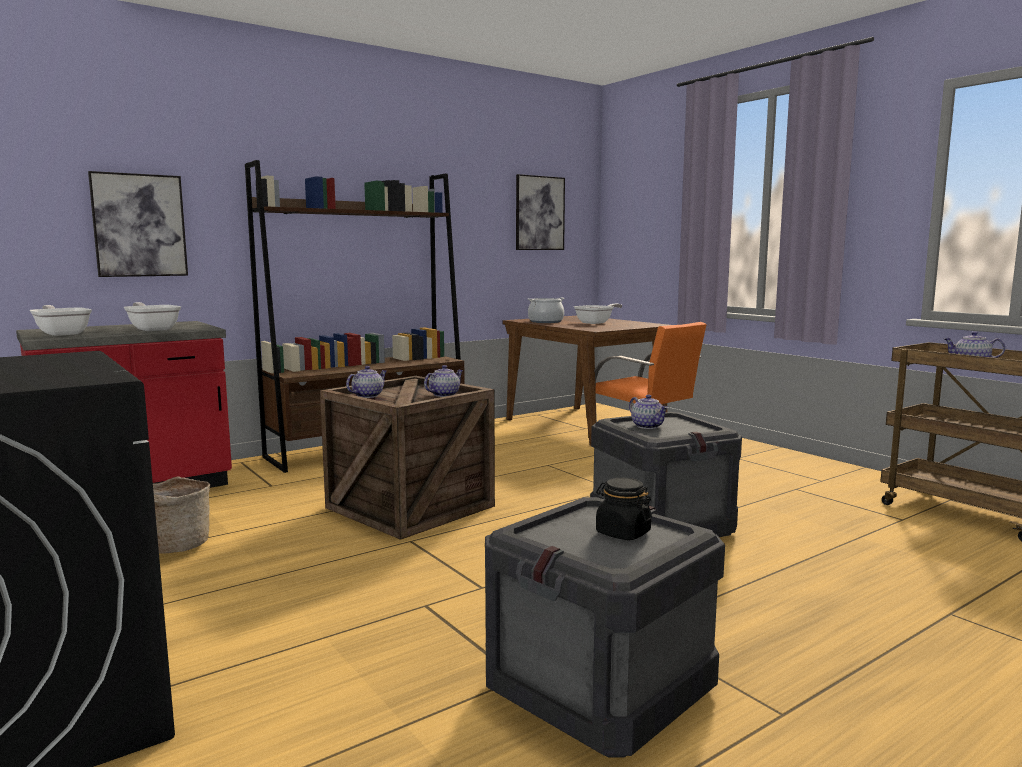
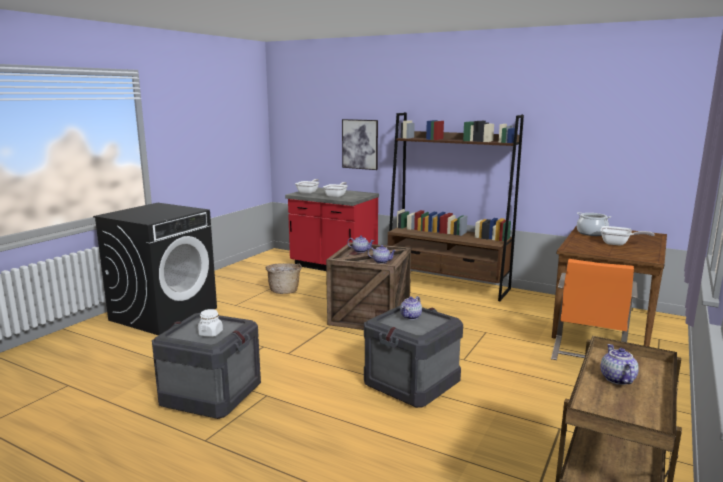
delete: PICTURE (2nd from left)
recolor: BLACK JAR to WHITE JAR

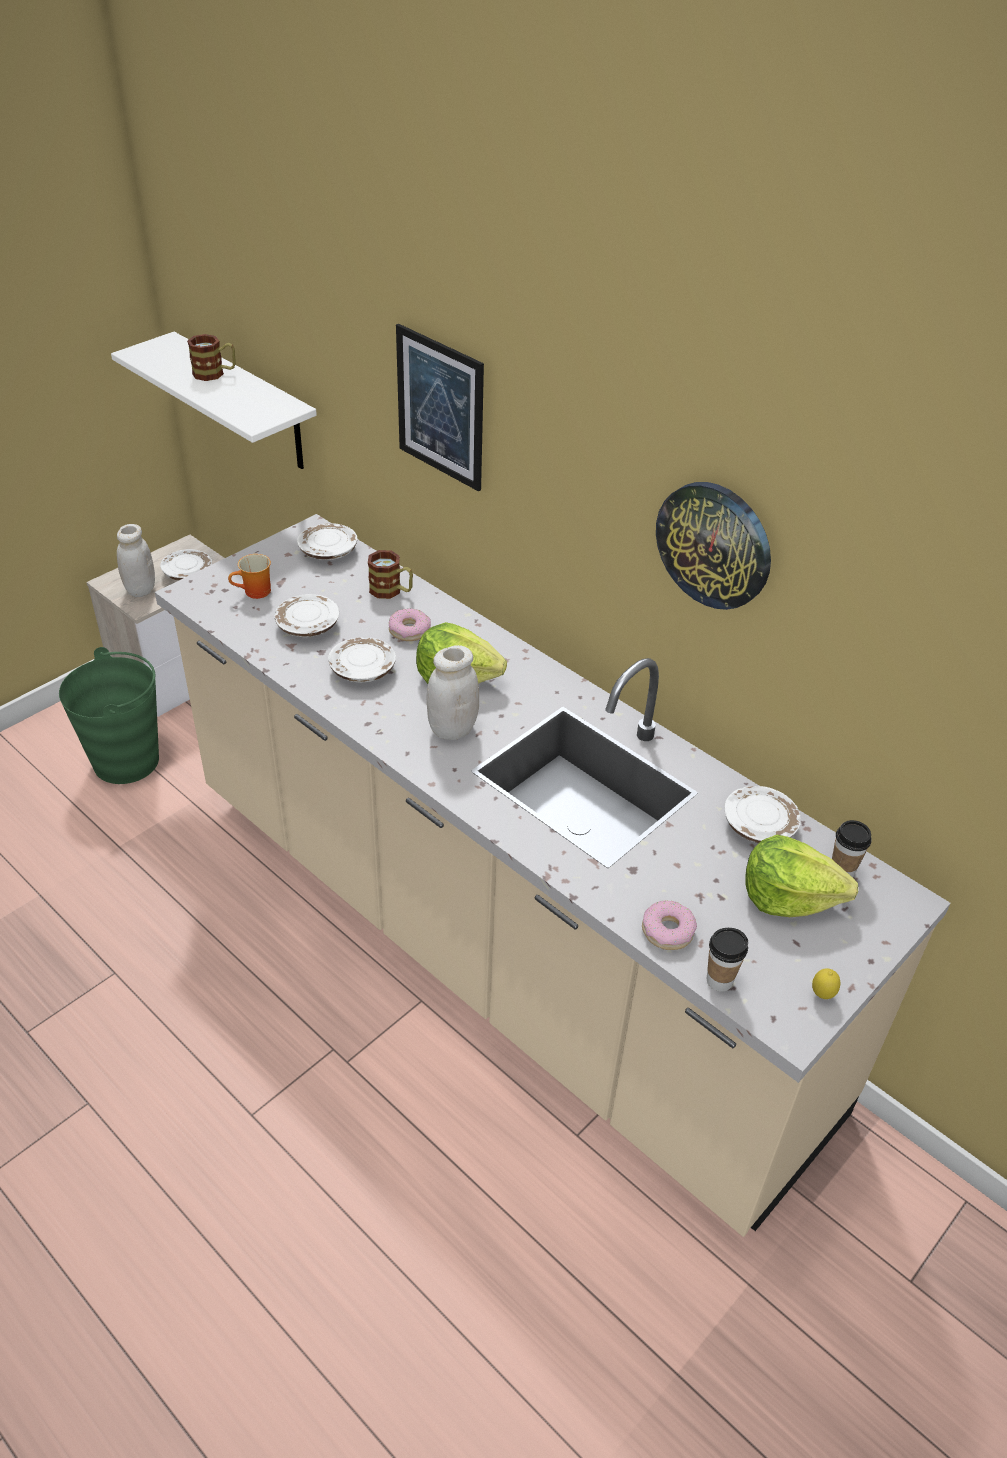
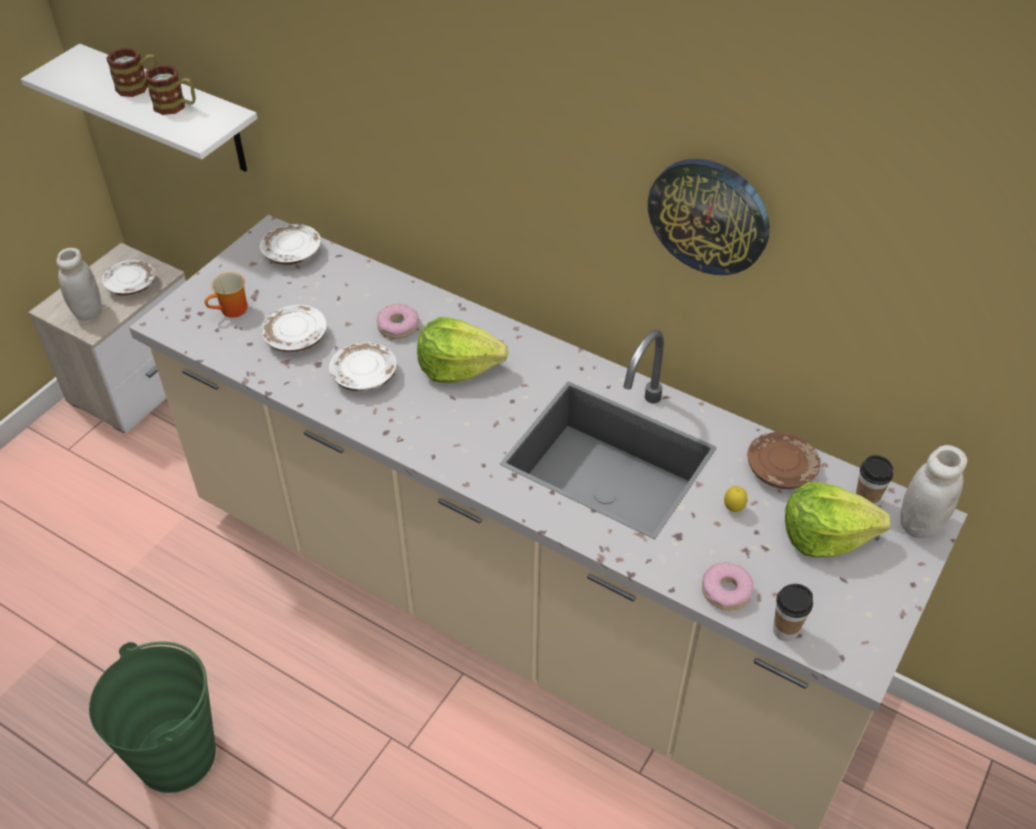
delete: PICTURE
move: GREEN BUCKET; MUG (3rd from left in the first image) to MUG (2nd from left); WHITE JAR (2nd from left); LEMON
recolor: WHITE PLATE (5th from left) to BROWN PLATE

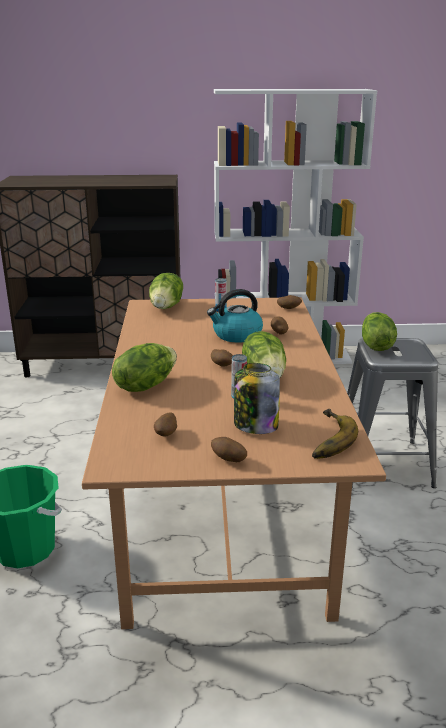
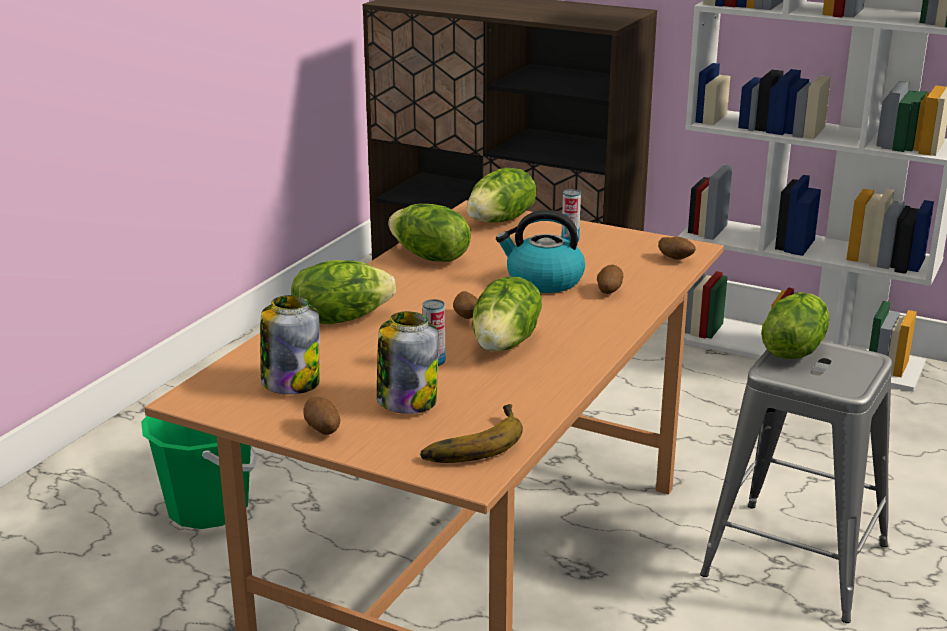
insert: LETTUCE (2nd from left)
replace: POTATO (1st from left) to JAR (1st from left)

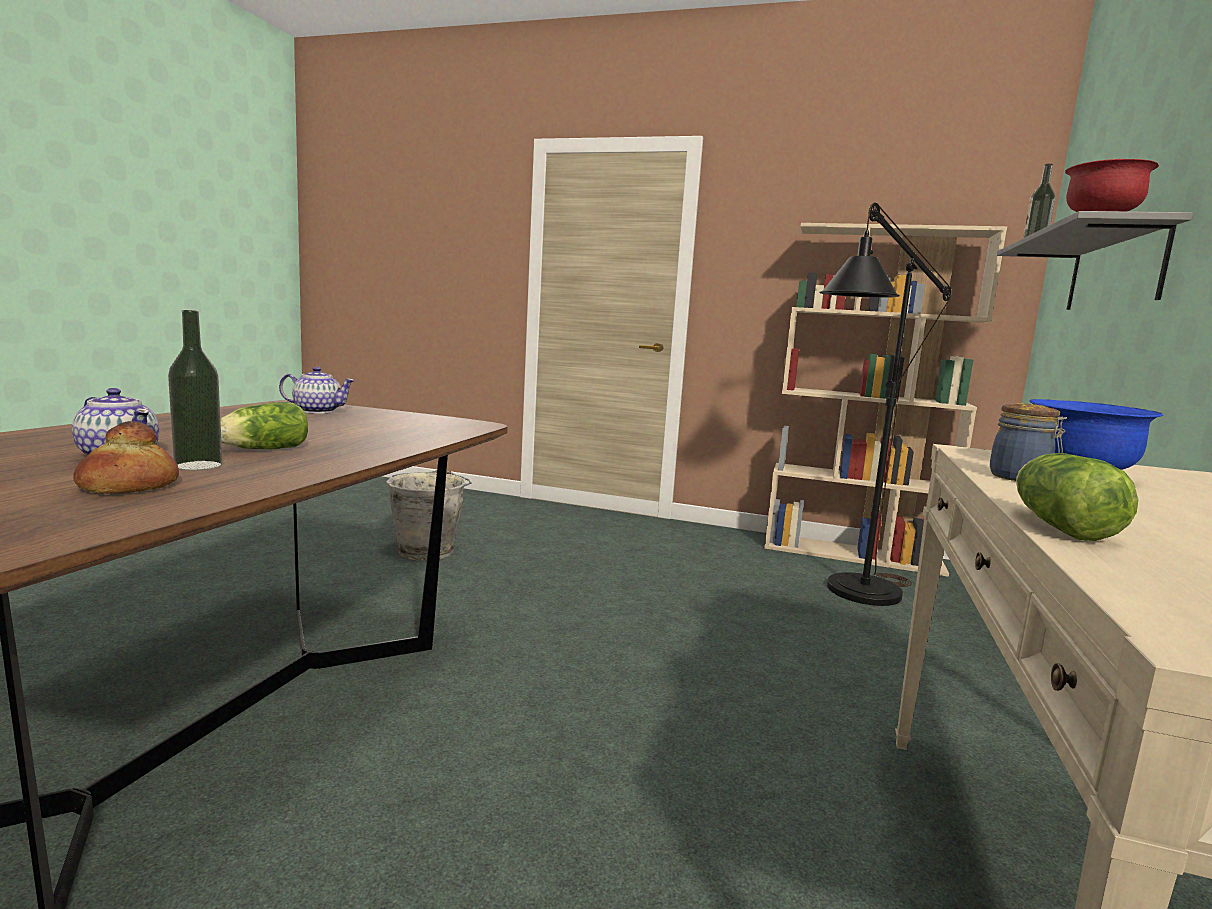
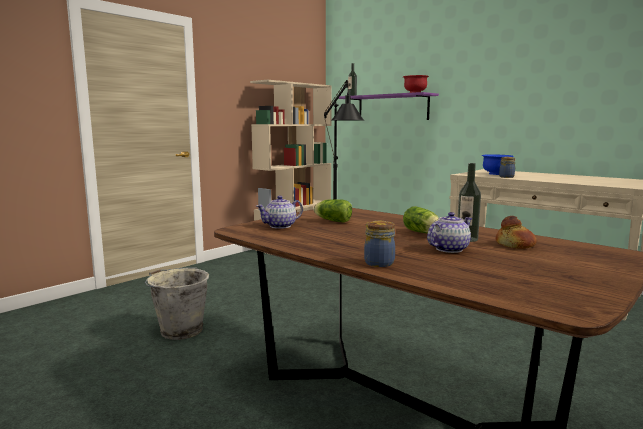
insert: JAR (1st from left)
move: LETTUCE (2nd from left in the first image) to LETTUCE (1st from left)
recolor: GREY SHELF to PURPLE SHELF
rotate: TEAPOT (2nd from left in the first image) 150 degrees counterclockwise

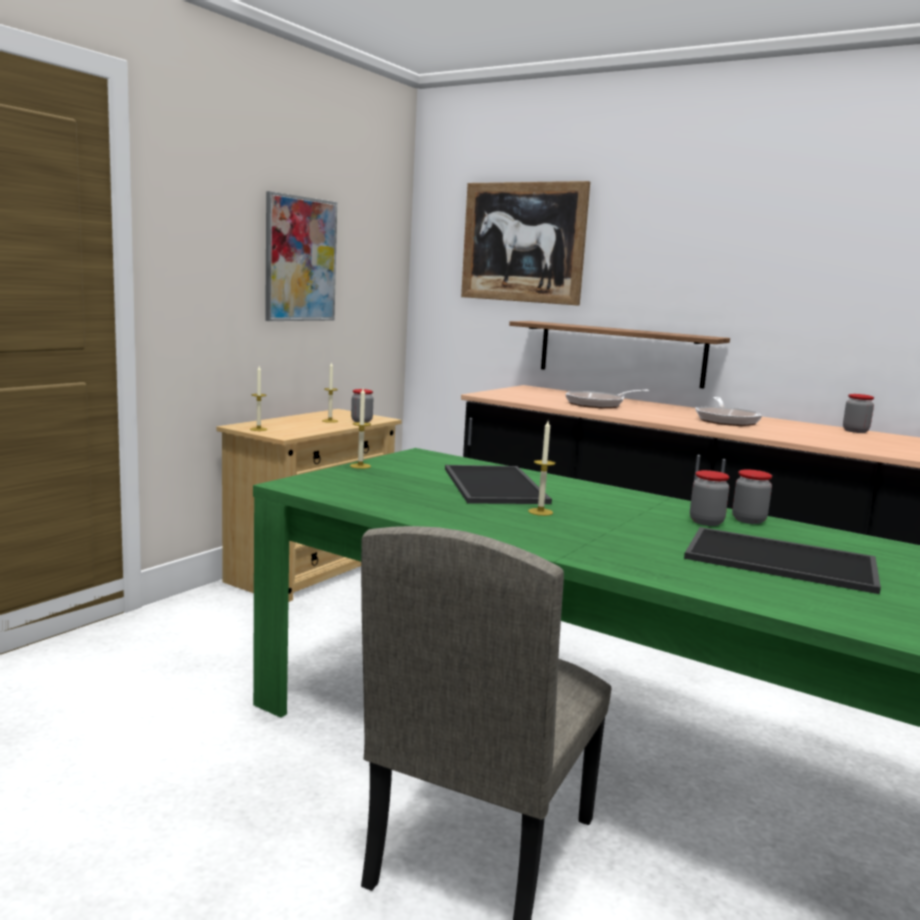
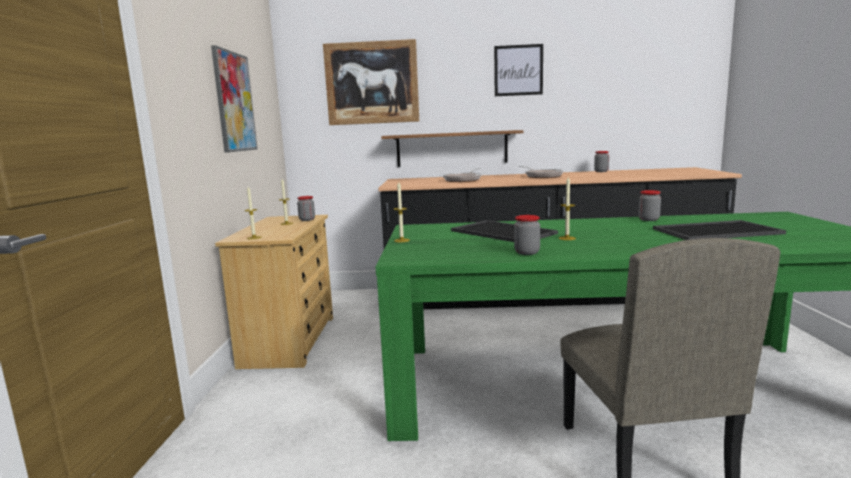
insert: PICTURE (3rd from left)
move: JAR (2nd from left)

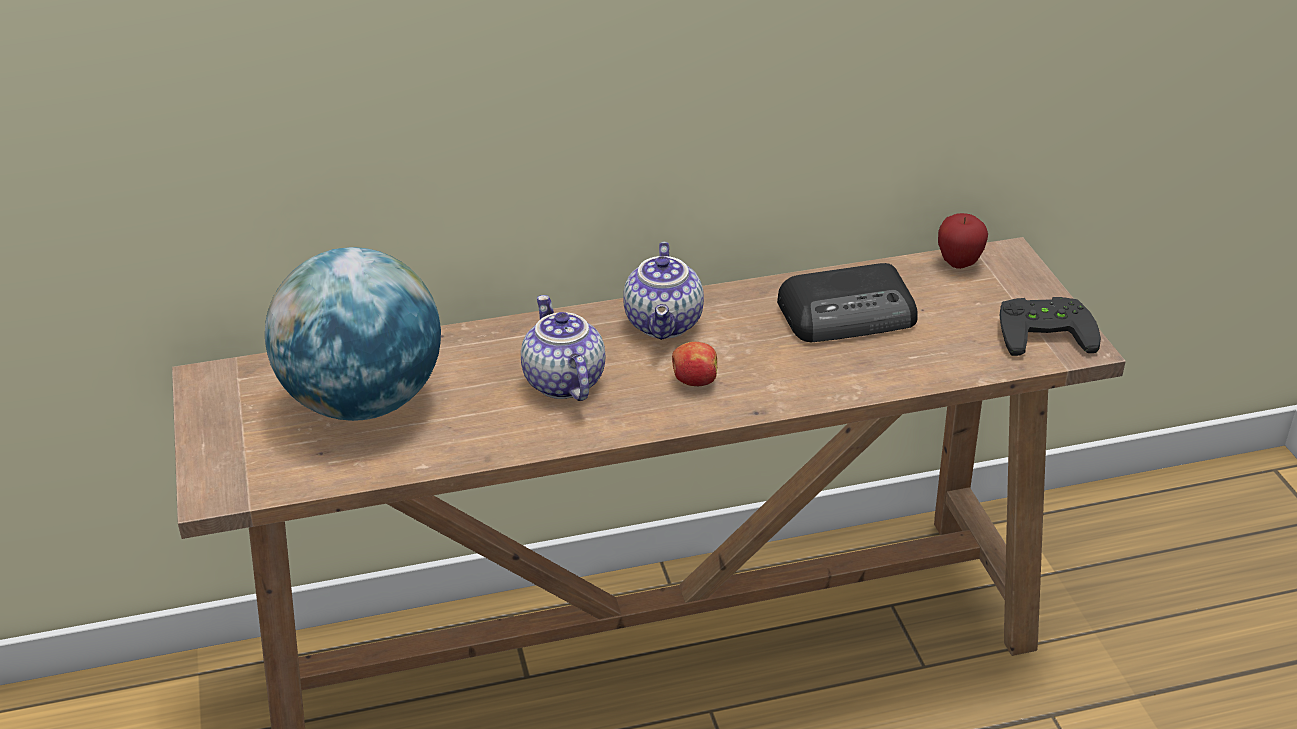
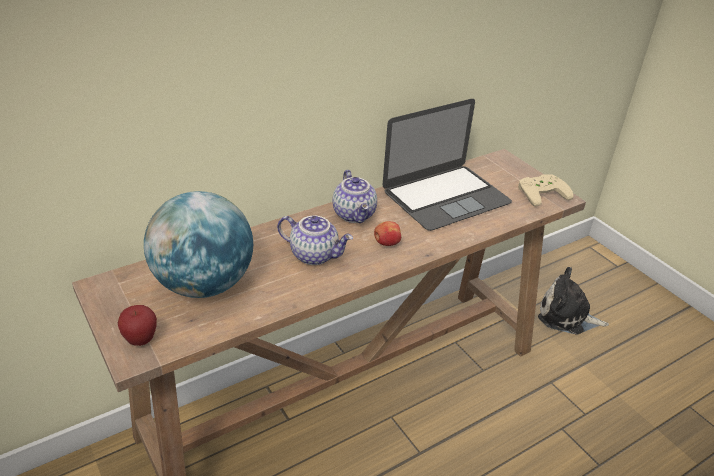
insert: PLUSH TOY
move: APPLE (2nd from left in the first image) to APPLE (1st from left)
replace: RADIO to LAPTOP
recolor: BLACK GAME CONTROLLER to BEIGE GAME CONTROLLER
rotate: TEAPOT (1st from left) 150 degrees clockwise

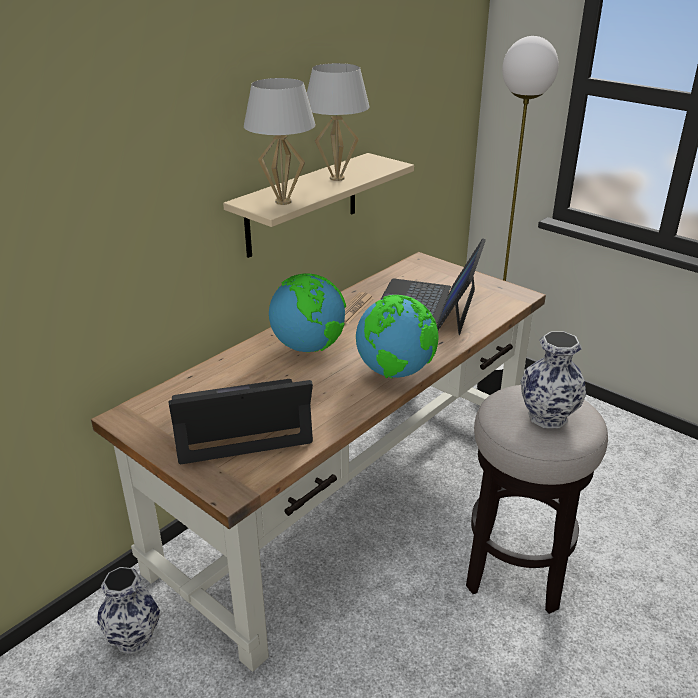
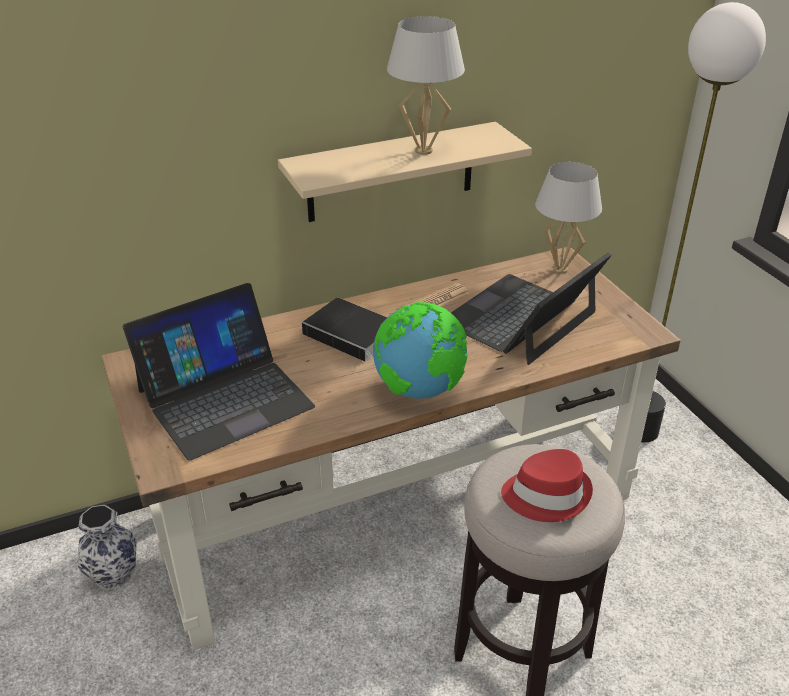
move: WHITE TABLE LAMP (1st from left in the first image) to WHITE TABLE LAMP (2nd from left)
replace: GLOBE (1st from left) to BOOK; VASE (2nd from left) to RED HAT
rotate: LAPTOP (1st from left) 135 degrees clockwise

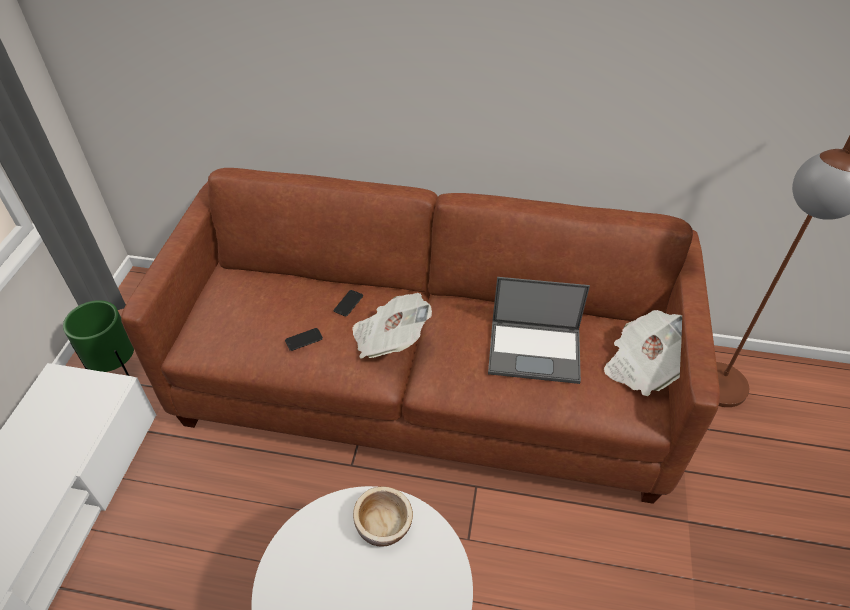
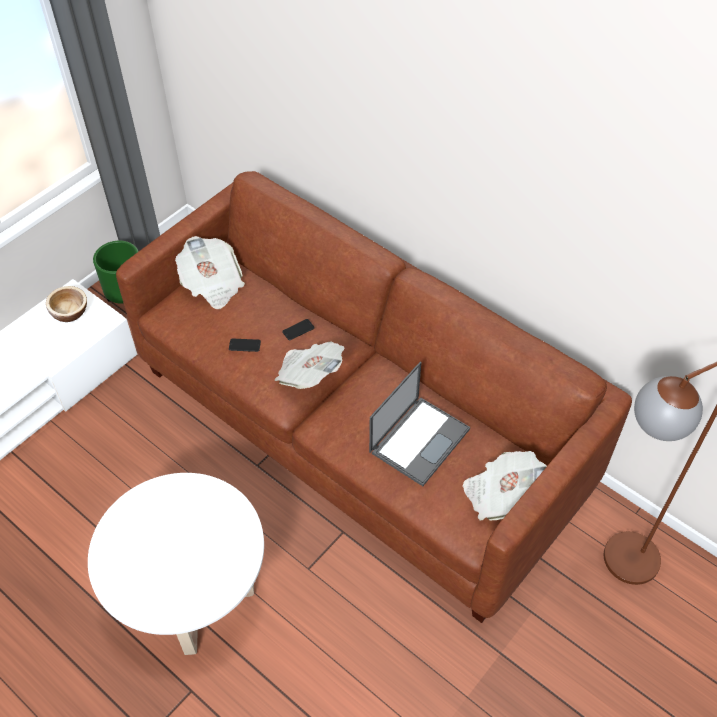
insert: NEWSPAPER (1st from left)
move: BOWL
rotate: LAPTOP 90 degrees counterclockwise

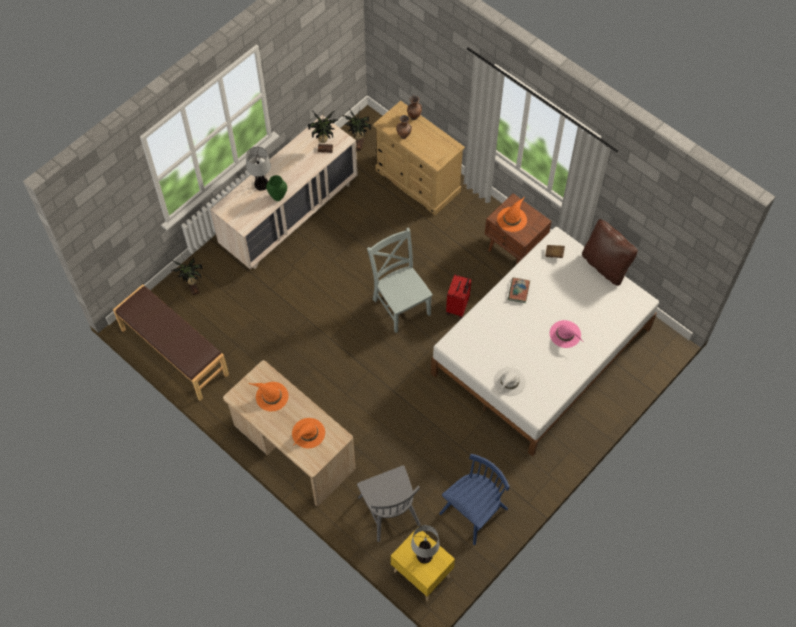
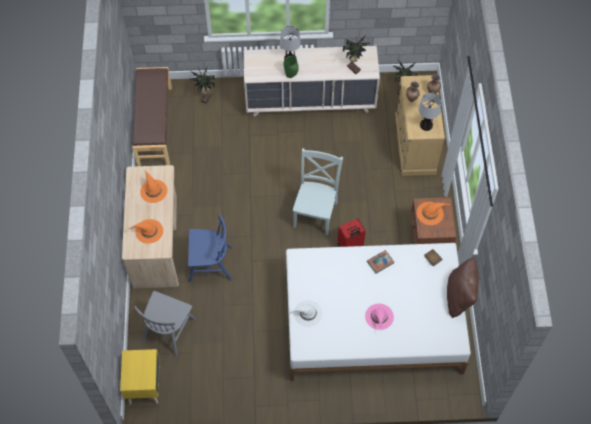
move: TABLE LAMP (2nd from left); BLUE CHAIR

